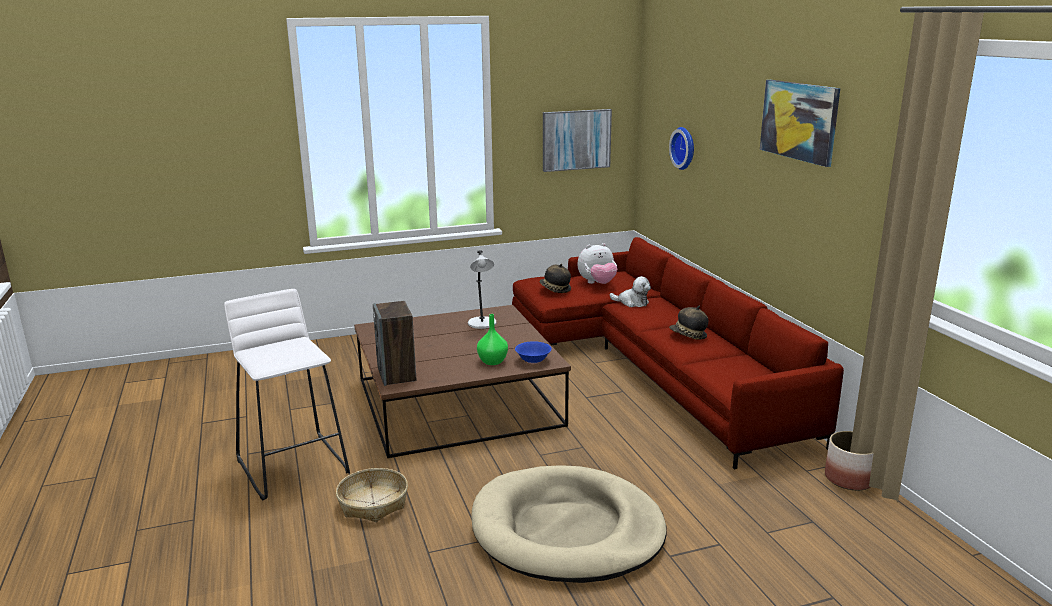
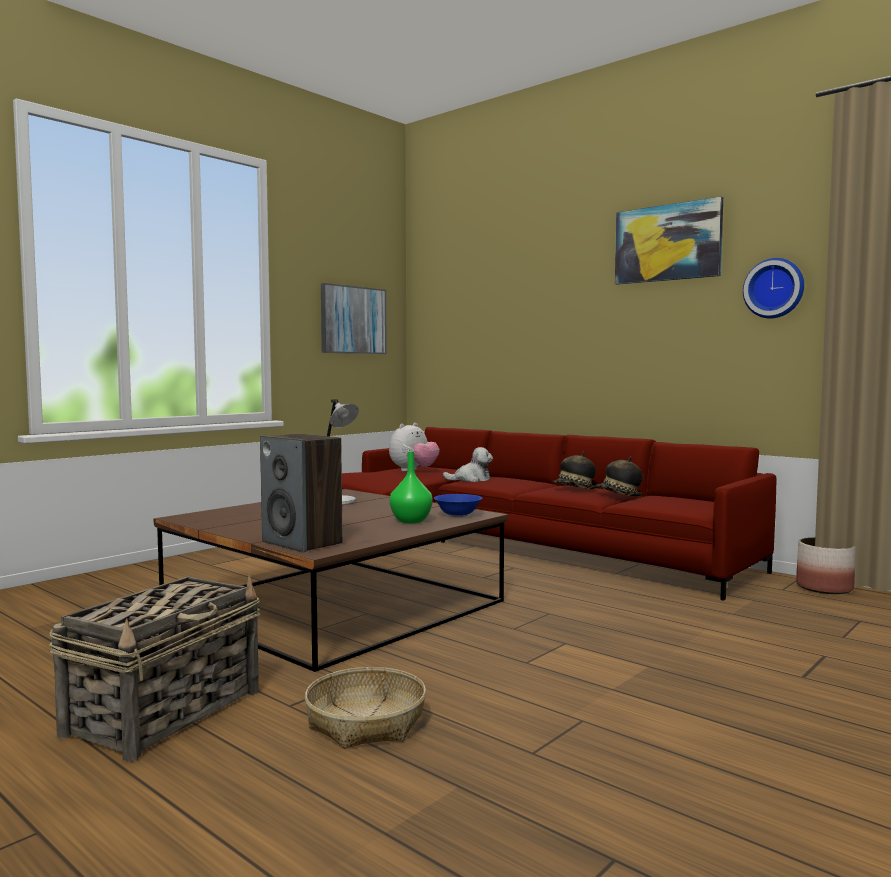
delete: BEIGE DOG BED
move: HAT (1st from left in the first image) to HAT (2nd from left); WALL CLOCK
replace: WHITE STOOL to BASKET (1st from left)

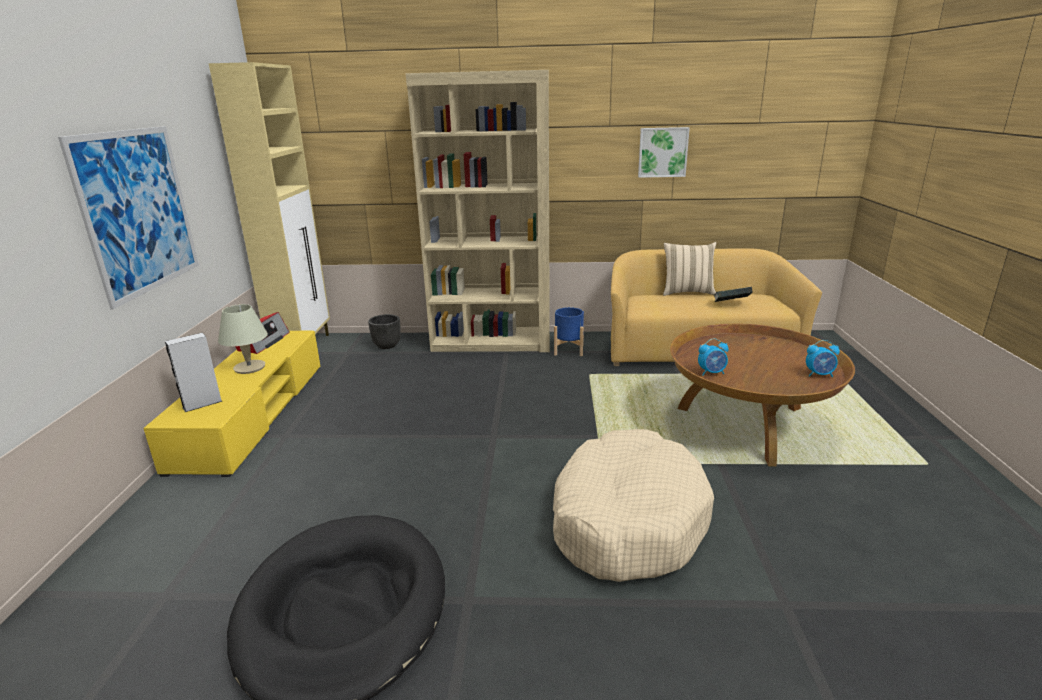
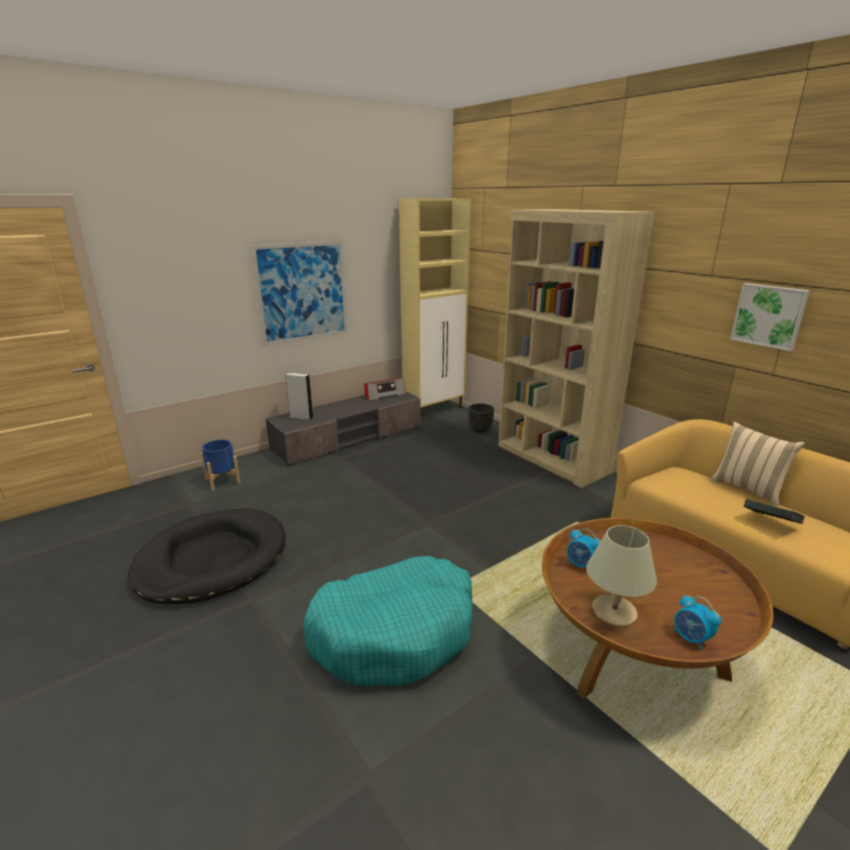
move: BEIGE TABLE LAMP; BLUE PLANTER
recolor: YELLOW TV STAND to GREY TV STAND; BEIGE DOG BED to TURQUOISE DOG BED

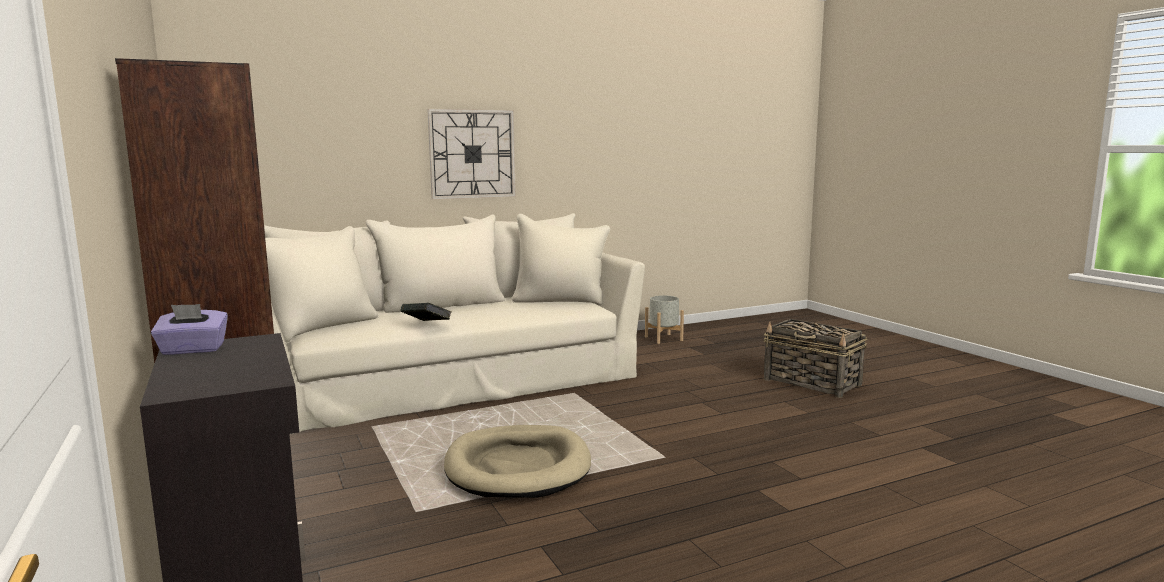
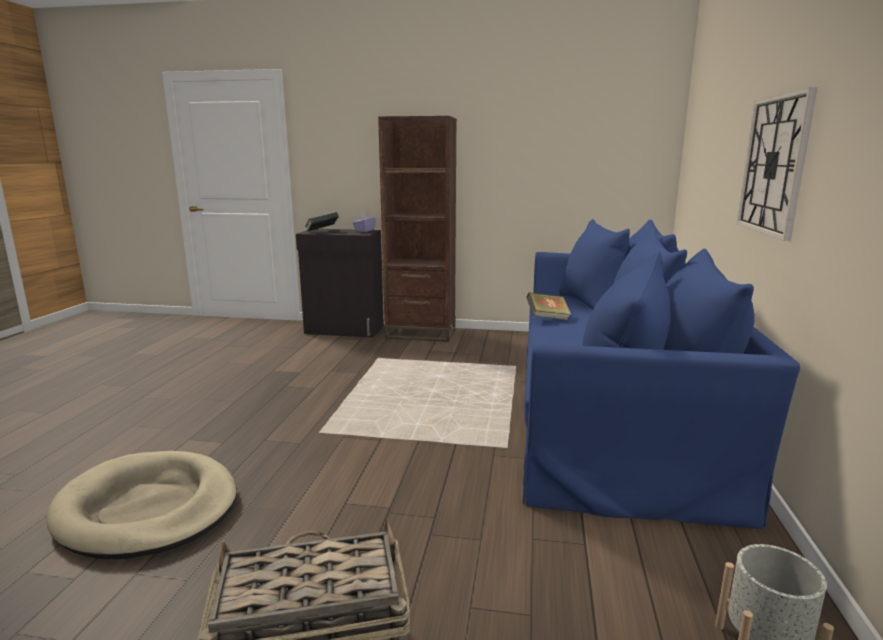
insert: BOOK (1st from left)
move: BEIGE DOG BED
recolor: BEIGE SOFA to BLUE SOFA

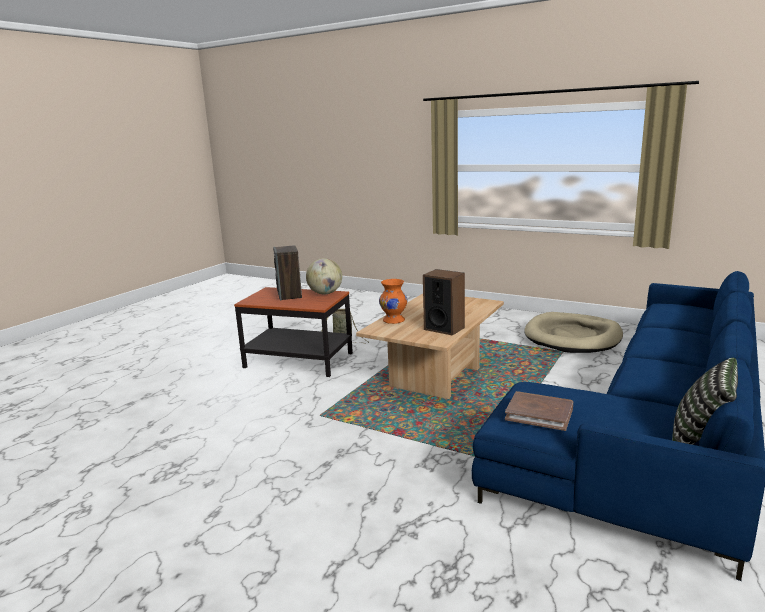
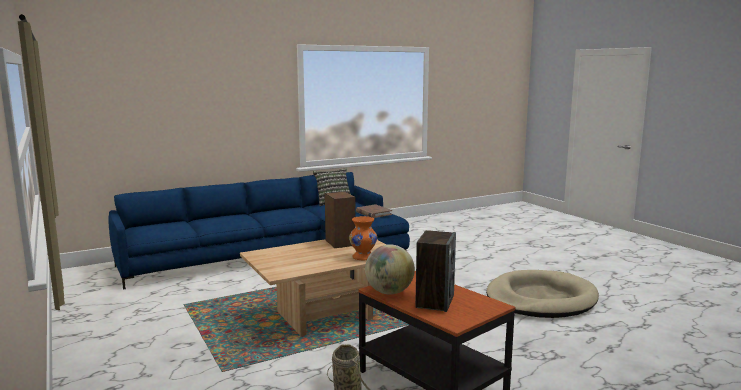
move: BEIGE DOG BED

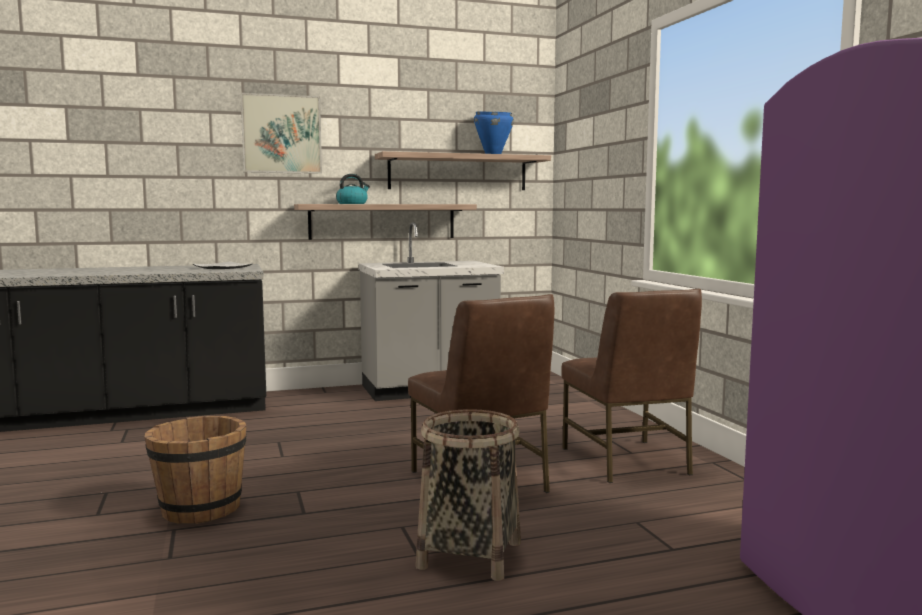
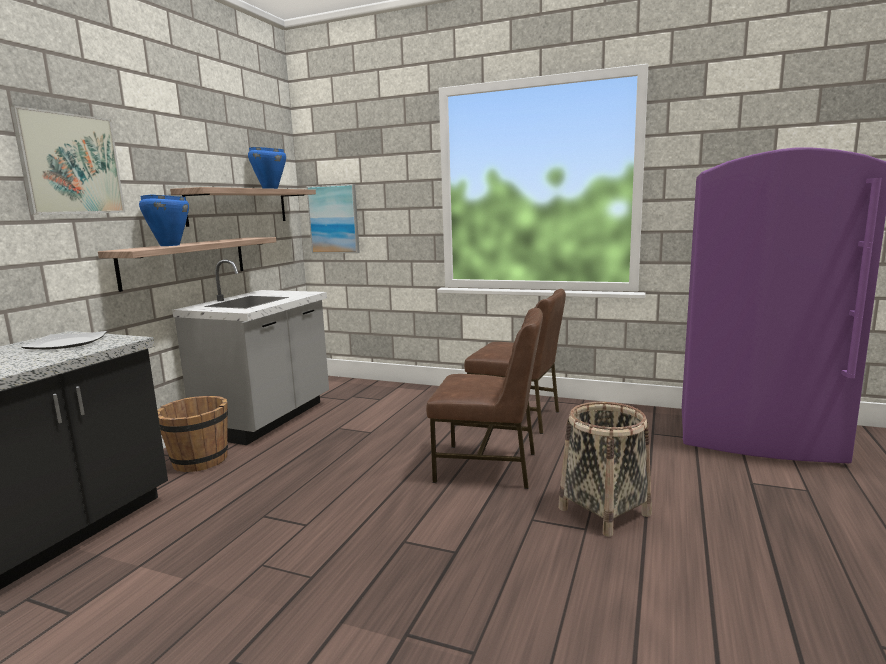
insert: PICTURE (2nd from left)
move: BROWN BUCKET
replace: KETTLE to BLUE COOKING POT (1st from left)

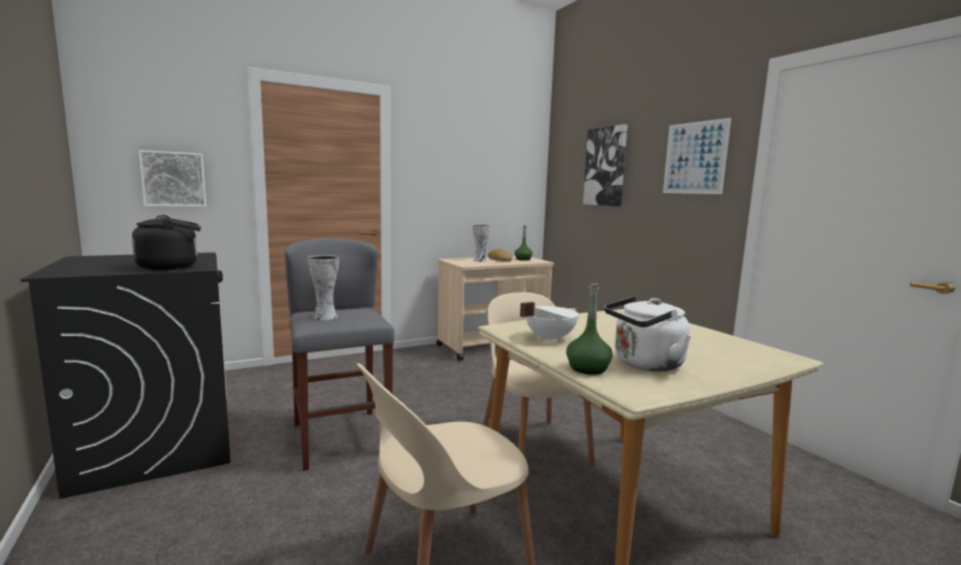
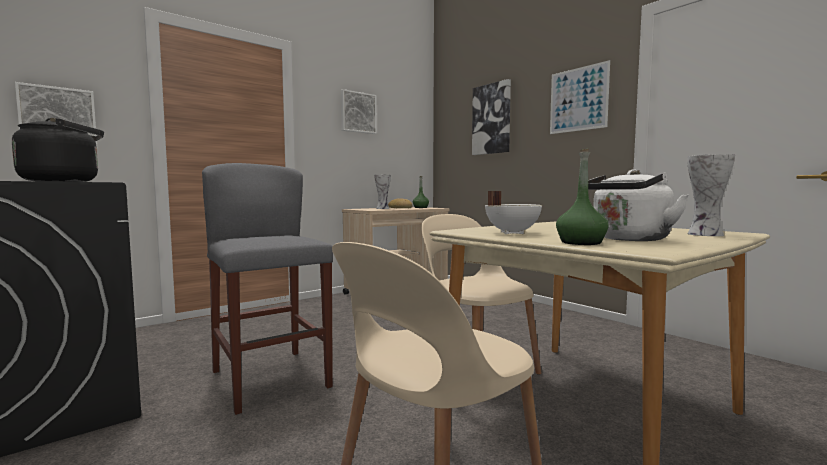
insert: PICTURE (2nd from left)
move: VASE (1st from left in the first image) to VASE (2nd from left)

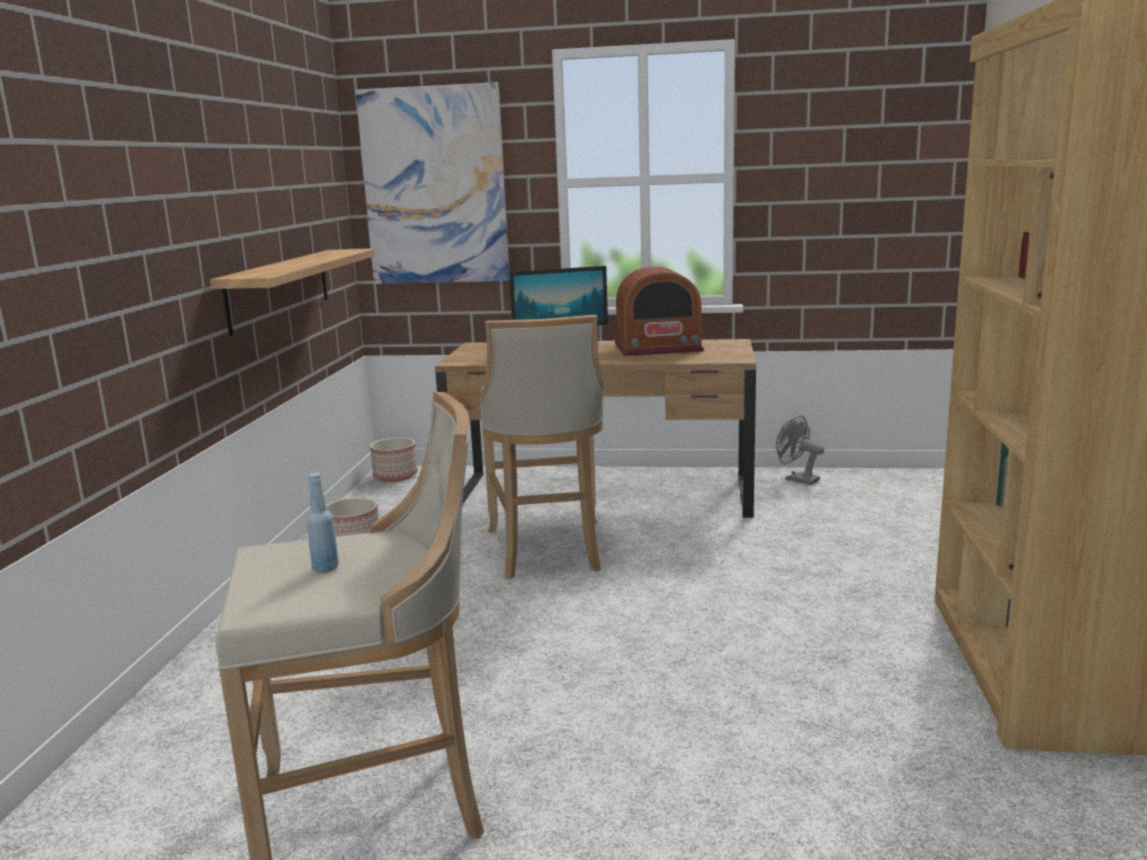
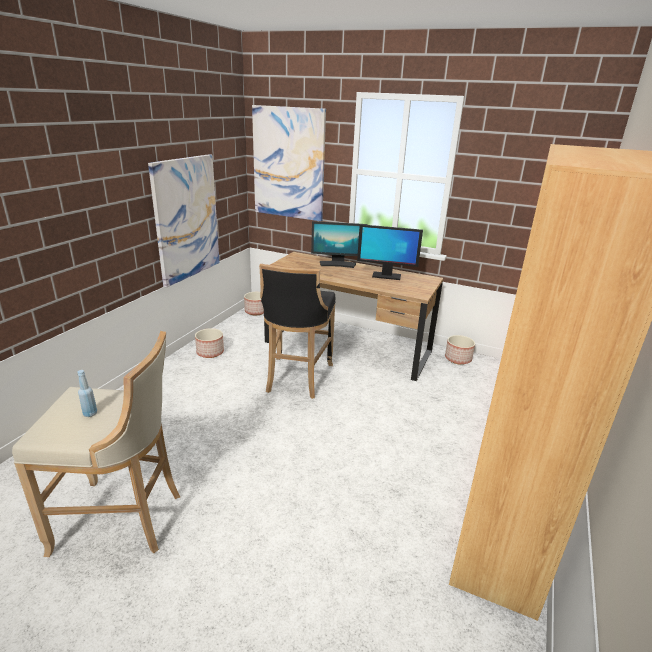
replace: SHELF to PICTURE (1st from left); RADIO to MONITOR (2nd from left); GREY FAN to PLANTER (3rd from left)
recolor: BEIGE STOOL (2nd from left) to BLACK STOOL

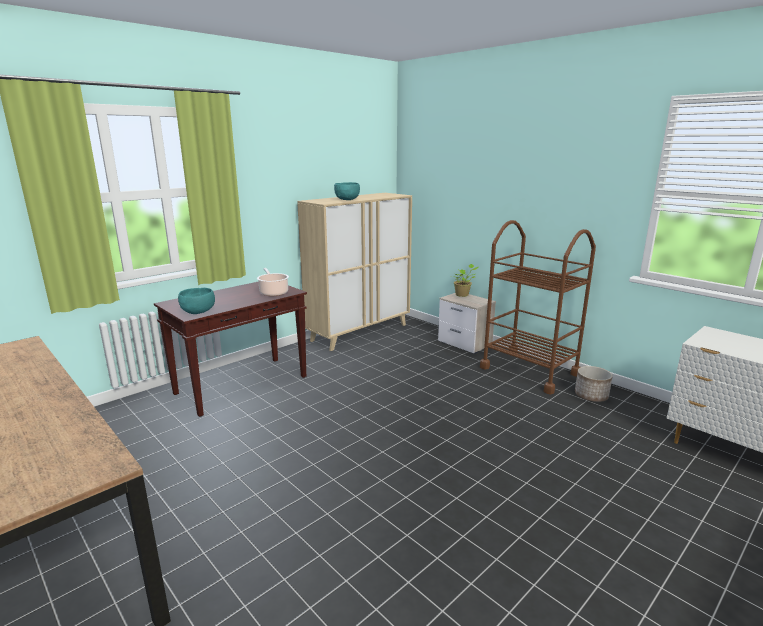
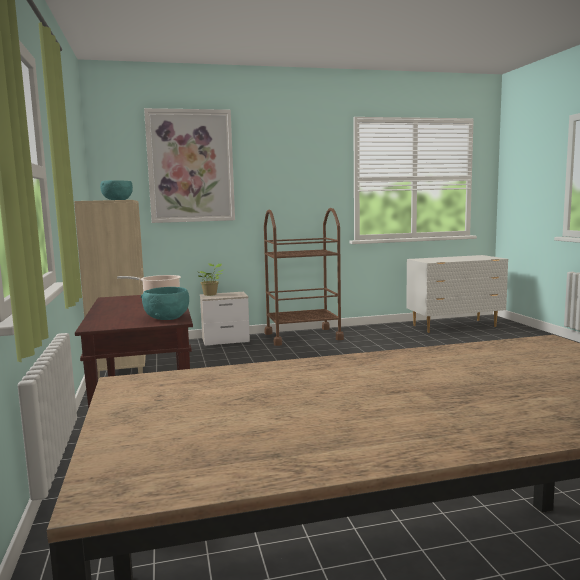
delete: PLANTER
insert: PICTURE

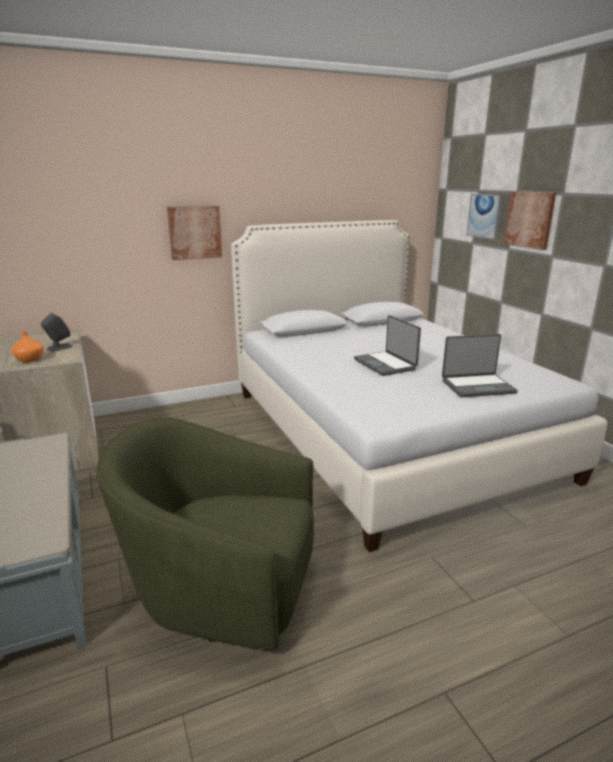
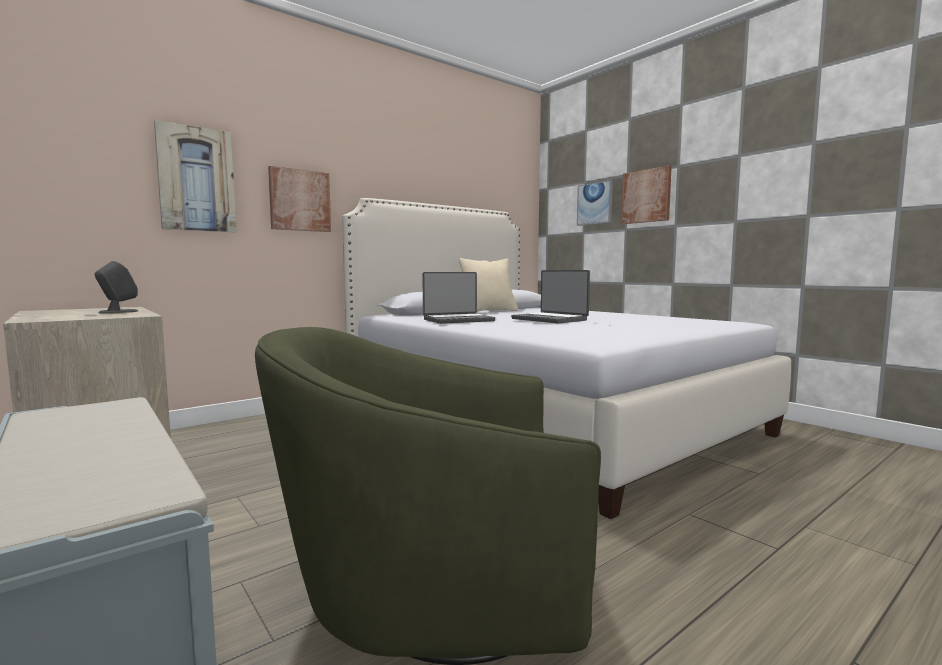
delete: ORANGE VASE
insert: PICTURE (1st from left); BEIGE PILLOW
move: LAPTOP (2nd from left in the first image) to LAPTOP (1st from left)

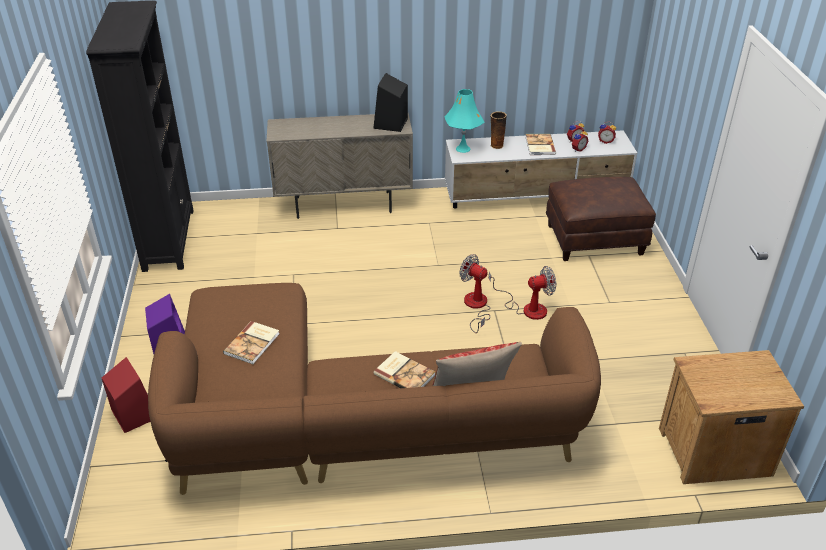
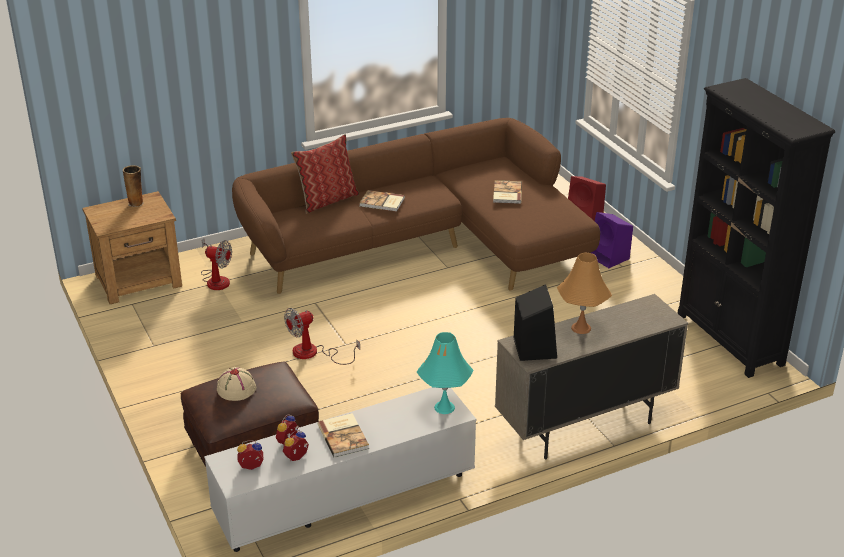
insert: BEIGE HAT; ORANGE TABLE LAMP
move: FAN (1st from left); VASE

